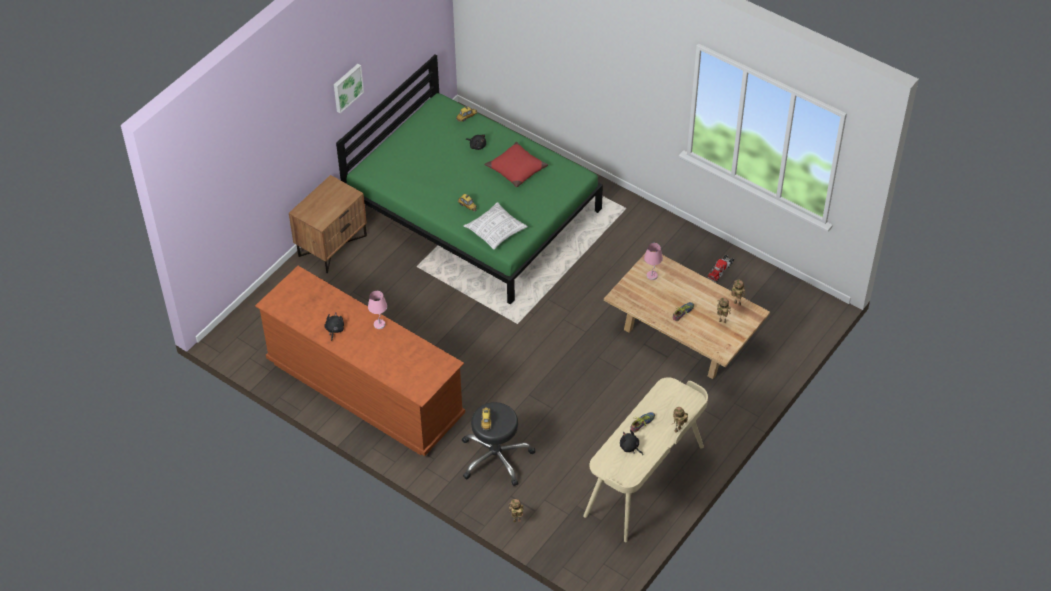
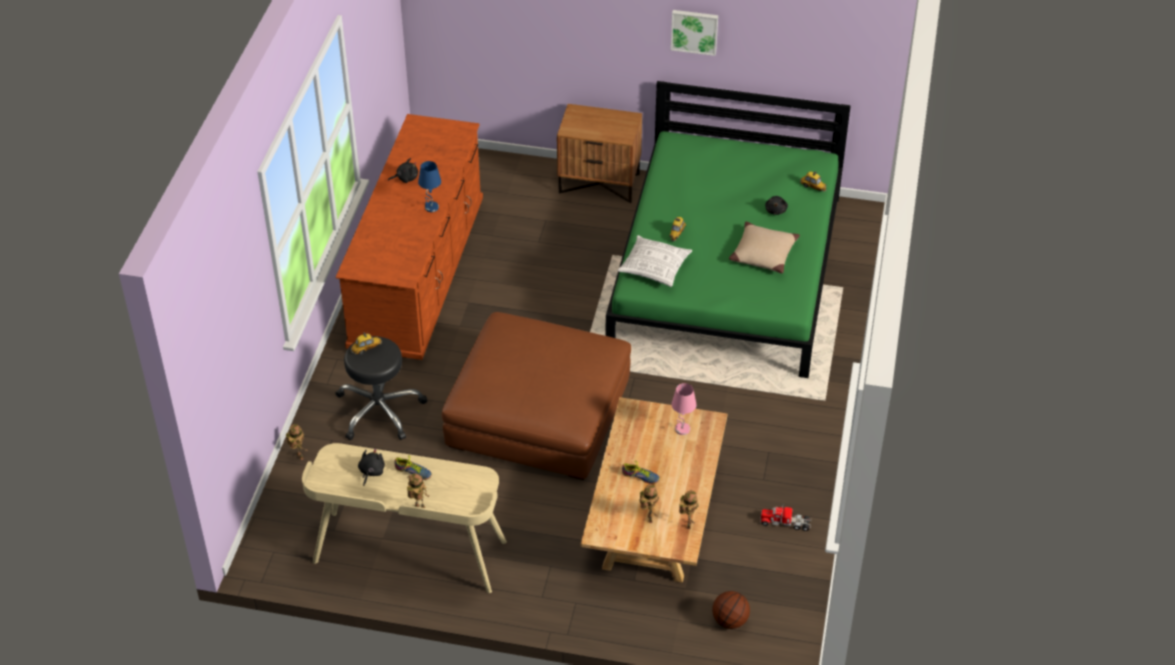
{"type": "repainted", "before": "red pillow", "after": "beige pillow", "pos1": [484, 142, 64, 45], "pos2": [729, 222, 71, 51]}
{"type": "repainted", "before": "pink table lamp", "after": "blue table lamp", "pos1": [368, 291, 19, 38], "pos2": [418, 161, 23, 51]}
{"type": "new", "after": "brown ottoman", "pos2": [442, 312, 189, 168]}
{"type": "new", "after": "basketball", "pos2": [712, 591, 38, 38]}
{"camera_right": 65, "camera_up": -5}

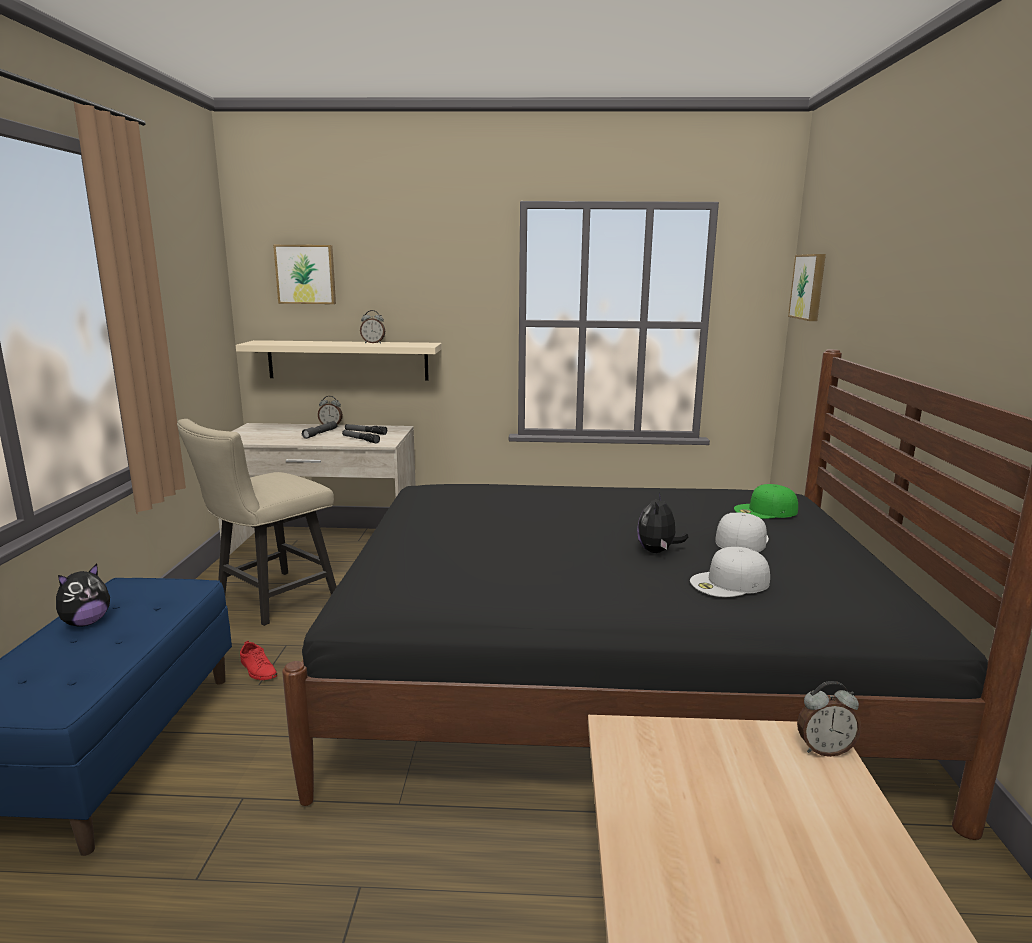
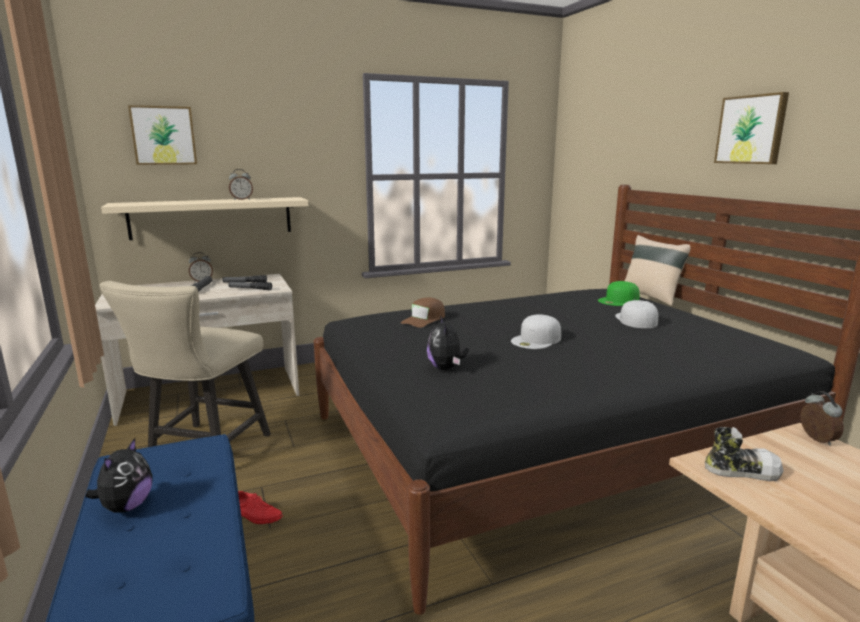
{"type": "shifted", "before": "picture", "pos1": [788, 254, 38, 67], "pos2": [714, 92, 75, 72]}
{"type": "shifted", "before": "plush toy", "pos1": [637, 492, 51, 61], "pos2": [427, 316, 42, 54]}
{"type": "shifted", "before": "white cap", "pos1": [690, 547, 80, 50], "pos2": [511, 314, 50, 35]}
{"type": "rotated", "before": "alarm clock", "pos1": [797, 681, 64, 76], "pos2": [800, 391, 44, 55], "turn": -75}
{"type": "new", "after": "beige pillow", "pos2": [625, 235, 65, 71]}
{"type": "new", "after": "brown cap", "pos2": [401, 298, 44, 30]}
{"type": "new", "after": "shoe", "pos2": [705, 427, 79, 54]}
{"camera_right": -25, "camera_up": 0}

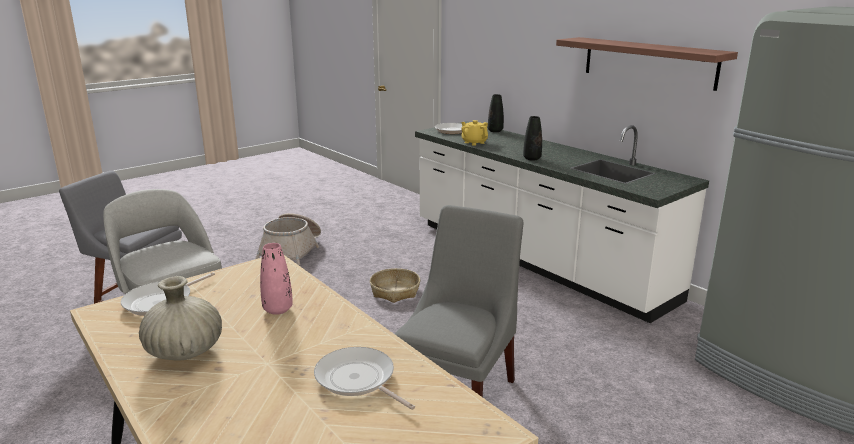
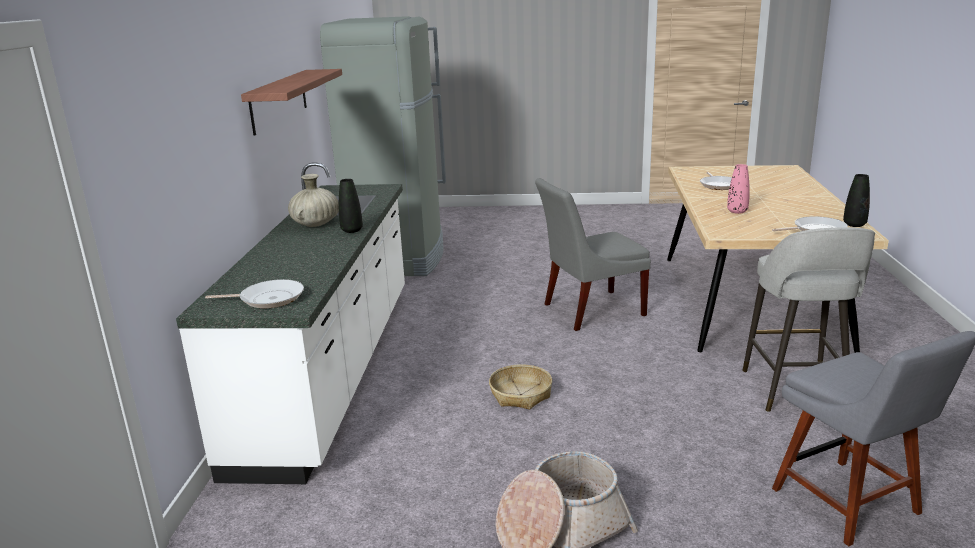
{"type": "shifted", "before": "black vase", "pos1": [488, 94, 16, 38], "pos2": [843, 174, 27, 53]}
{"type": "gone", "before": "yellow teapot", "pos1": [461, 120, 27, 26]}
{"type": "shifted", "before": "beige vase", "pos1": [139, 276, 83, 84], "pos2": [288, 174, 51, 53]}
{"camera_right": -135, "camera_up": 0}

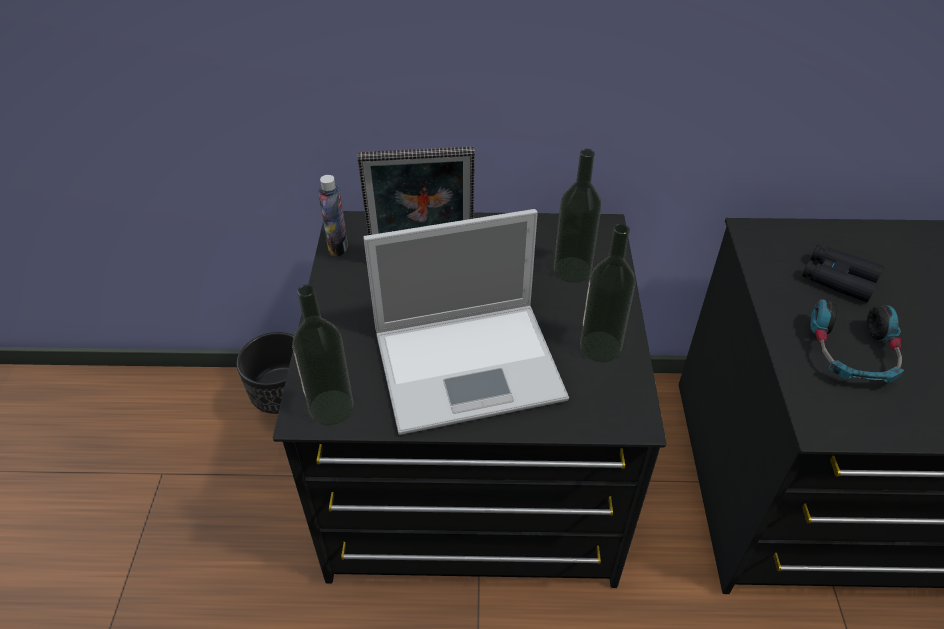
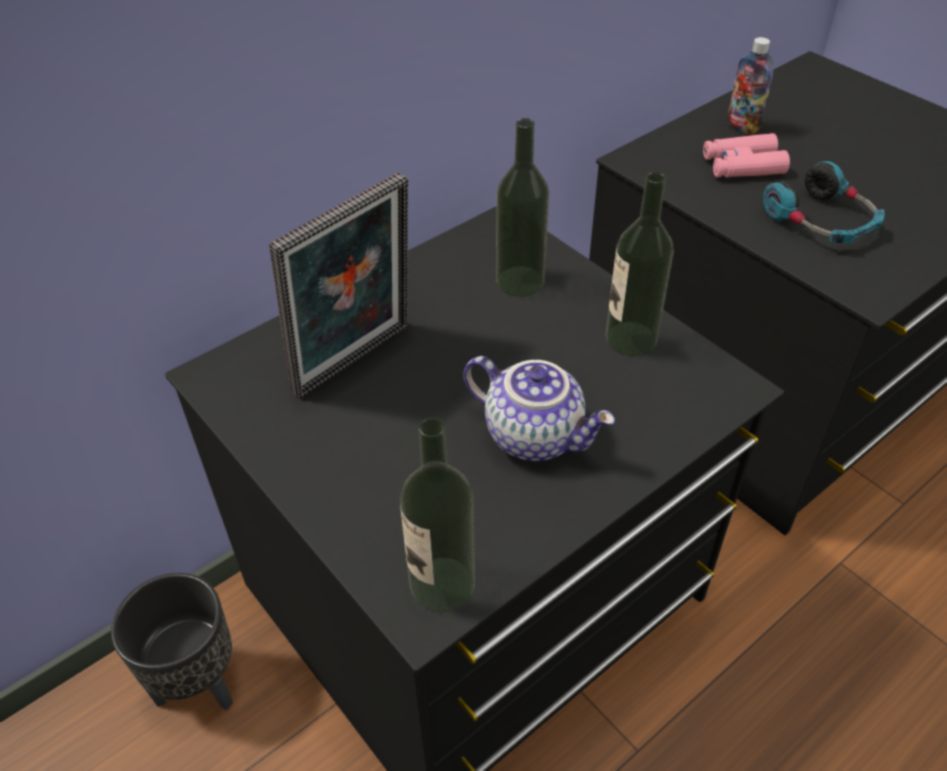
{"type": "shifted", "before": "bottle", "pos1": [318, 175, 30, 81], "pos2": [727, 37, 46, 97]}
{"type": "swapped", "before": "laptop", "after": "teapot", "pos1": [363, 209, 206, 226], "pos2": [463, 356, 152, 105]}
{"type": "repainted", "before": "black binoculars", "after": "pink binoculars", "pos1": [802, 245, 82, 57], "pos2": [703, 133, 87, 44]}
{"camera_right": -40, "camera_up": 0}

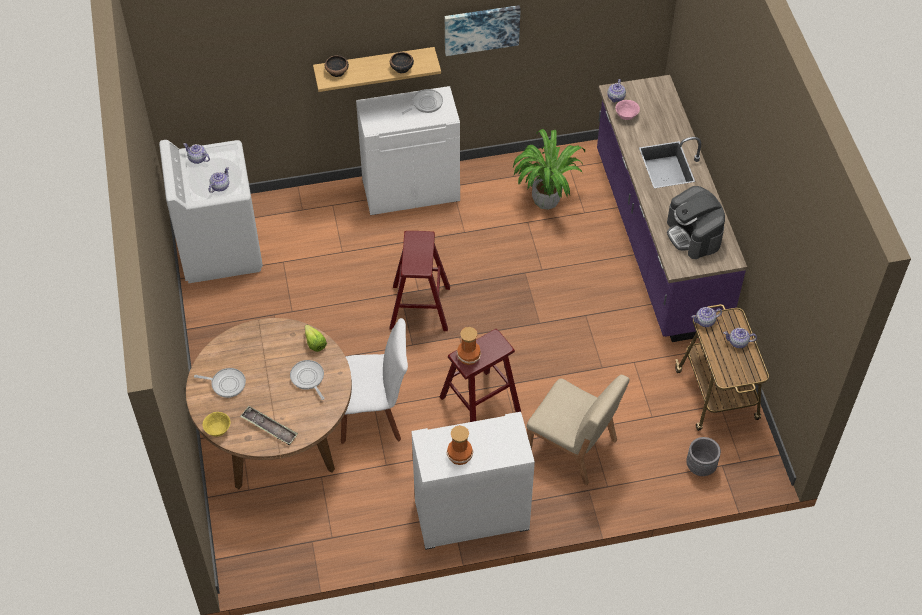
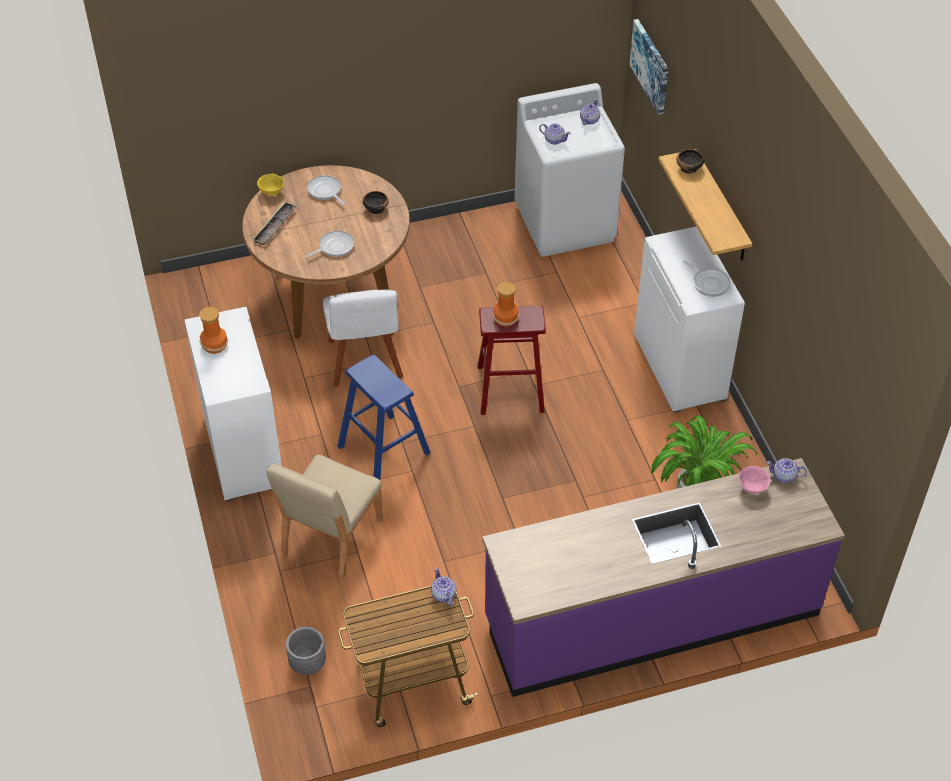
{"type": "shifted", "before": "picture", "pos1": [445, 5, 76, 51], "pos2": [629, 19, 40, 95]}
{"type": "shifted", "before": "bowl", "pos1": [390, 52, 24, 22], "pos2": [363, 191, 26, 23]}
{"type": "gone", "before": "coffee machine", "pos1": [667, 186, 58, 73]}
{"type": "gone", "before": "lettuce", "pos1": [305, 325, 22, 27]}
{"type": "shifted", "before": "vase", "pos1": [456, 327, 25, 38], "pos2": [492, 282, 27, 45]}
{"type": "gone", "before": "teapot", "pos1": [724, 328, 33, 20]}
{"type": "repainted", "before": "red stool", "after": "blue stool", "pos1": [440, 329, 81, 93], "pos2": [337, 355, 93, 125]}
{"type": "rotated", "before": "frying pan", "pos1": [194, 368, 52, 30], "pos2": [307, 175, 38, 30], "turn": 135}
{"camera_right": 85, "camera_up": -5}

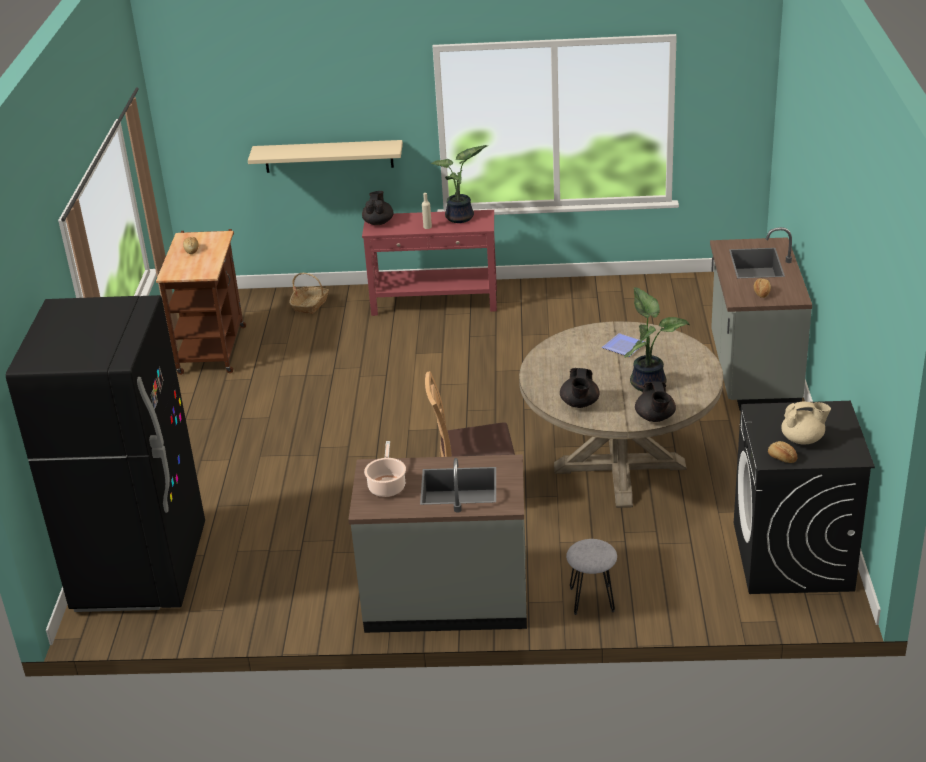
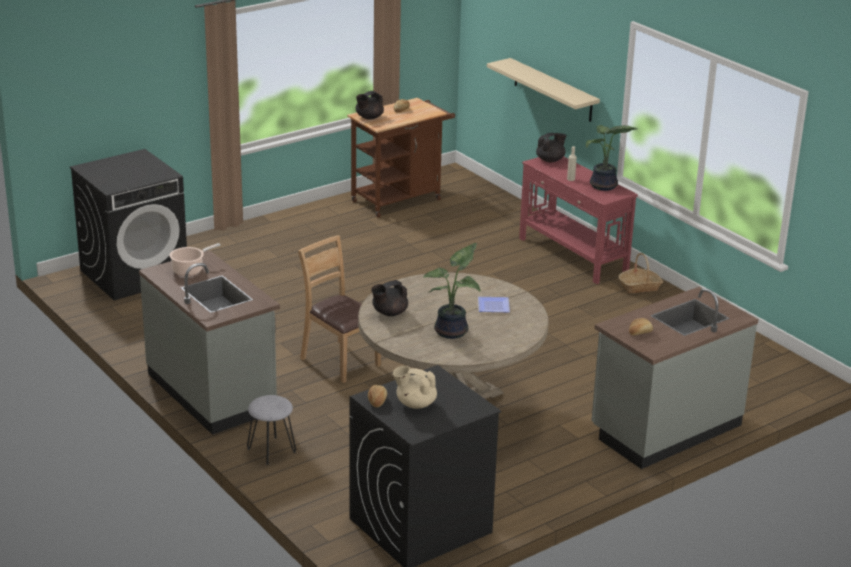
{"type": "shifted", "before": "basket", "pos1": [289, 273, 40, 41], "pos2": [618, 253, 45, 40]}
{"type": "swapped", "before": "black fridge", "after": "black washing machine", "pos1": [6, 295, 199, 317], "pos2": [70, 149, 117, 151]}
{"type": "shifted", "before": "black teapot", "pos1": [635, 381, 41, 41], "pos2": [356, 91, 28, 29]}
{"type": "rotated", "before": "beige teapot", "pos1": [781, 401, 50, 43], "pos2": [393, 366, 44, 43], "turn": 150}
{"camera_right": 50, "camera_up": -5}

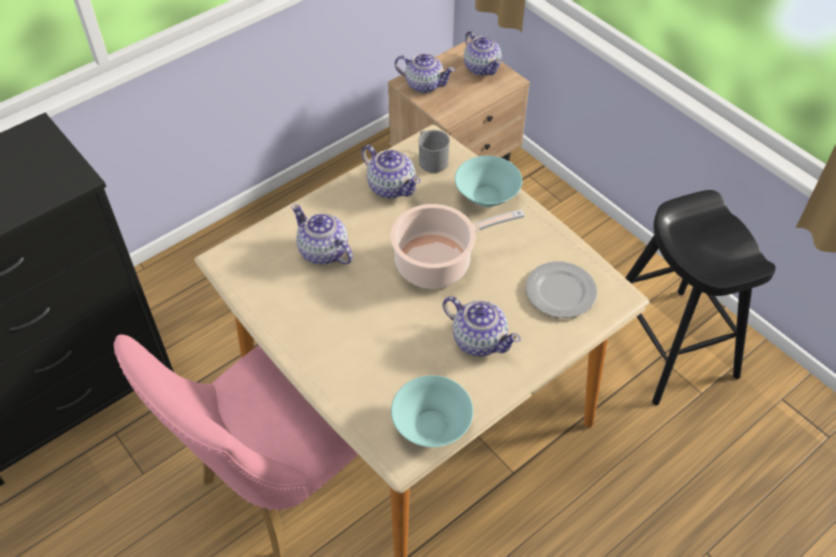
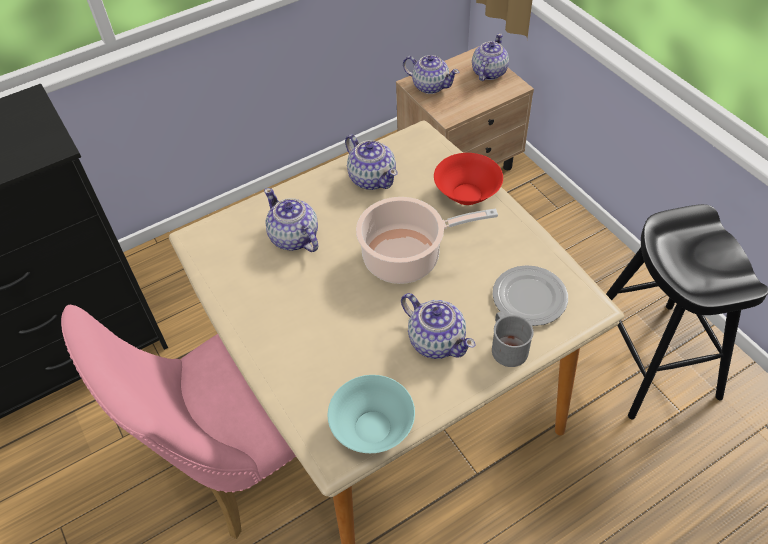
{"type": "rotated", "before": "teapot", "pos1": [464, 31, 38, 45], "pos2": [472, 33, 37, 48], "turn": -135}
{"type": "shifted", "before": "grey mug", "pos1": [418, 130, 32, 43], "pos2": [492, 312, 42, 55]}
{"type": "repainted", "before": "turquoise bowl", "after": "red bowl", "pos1": [455, 156, 67, 51], "pos2": [434, 153, 69, 52]}
{"camera_right": 10, "camera_up": 0}

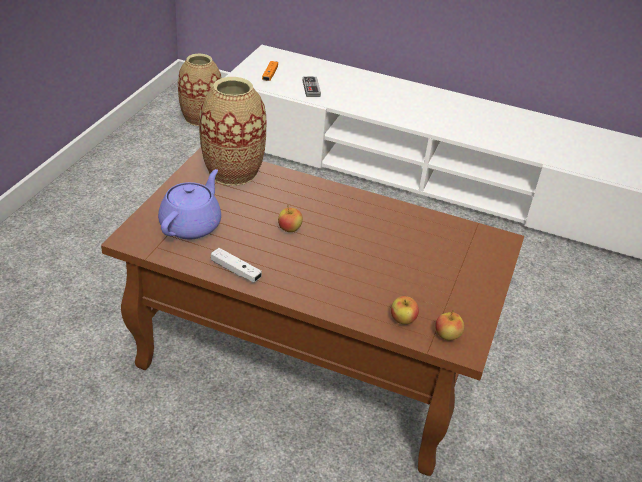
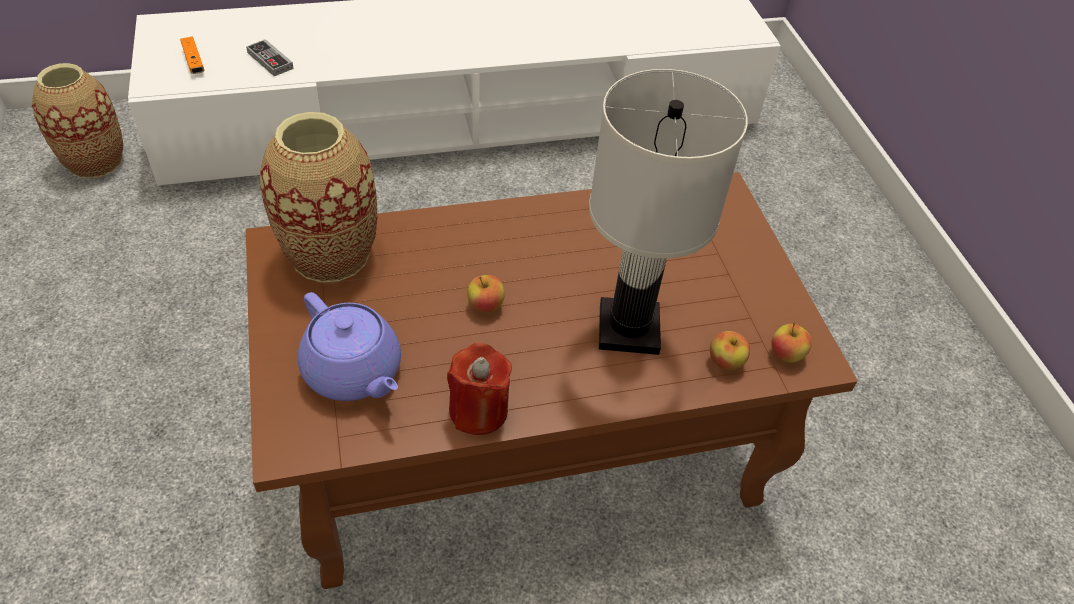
{"type": "rotated", "before": "purple teapot", "pos1": [158, 169, 63, 70], "pos2": [298, 292, 103, 109], "turn": 150}
{"type": "swapped", "before": "white game controller", "after": "red candle", "pos1": [211, 248, 51, 34], "pos2": [447, 343, 65, 92]}
{"type": "new", "after": "white table lamp", "pos2": [589, 69, 159, 286]}
{"camera_right": -35, "camera_up": 10}

